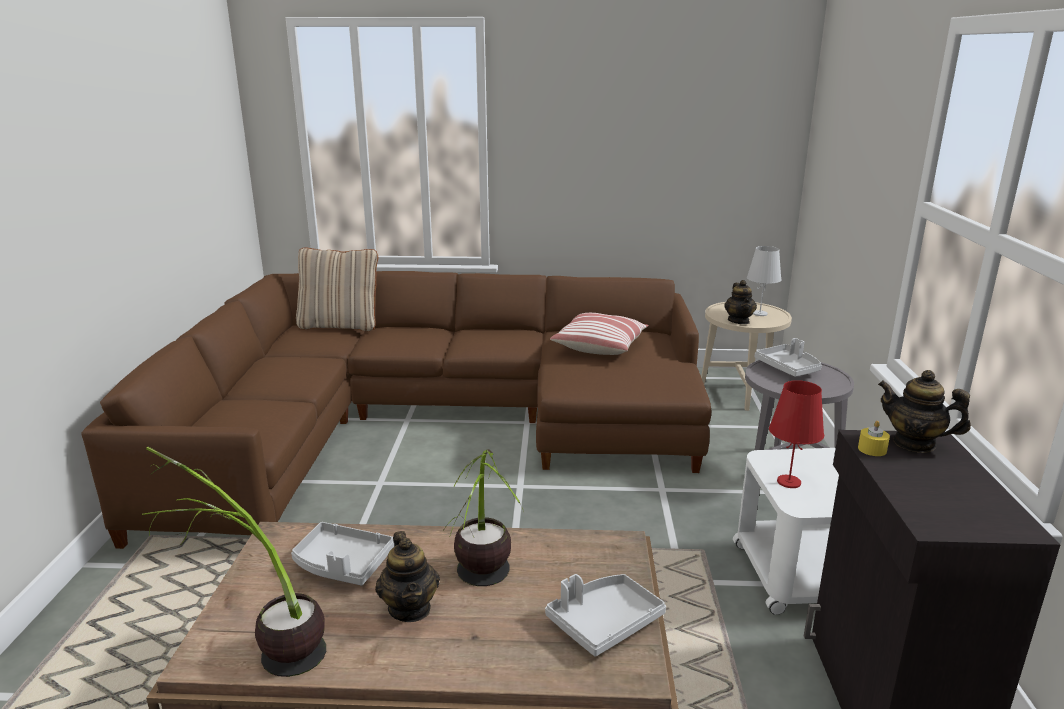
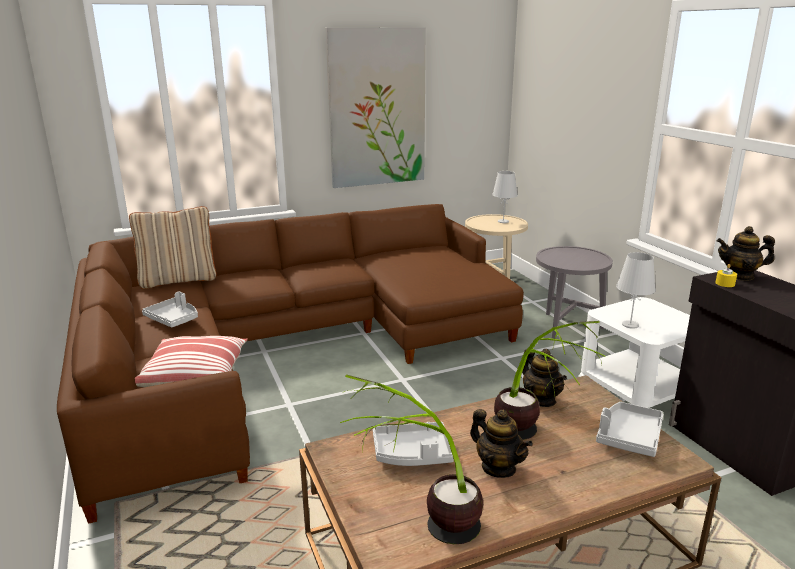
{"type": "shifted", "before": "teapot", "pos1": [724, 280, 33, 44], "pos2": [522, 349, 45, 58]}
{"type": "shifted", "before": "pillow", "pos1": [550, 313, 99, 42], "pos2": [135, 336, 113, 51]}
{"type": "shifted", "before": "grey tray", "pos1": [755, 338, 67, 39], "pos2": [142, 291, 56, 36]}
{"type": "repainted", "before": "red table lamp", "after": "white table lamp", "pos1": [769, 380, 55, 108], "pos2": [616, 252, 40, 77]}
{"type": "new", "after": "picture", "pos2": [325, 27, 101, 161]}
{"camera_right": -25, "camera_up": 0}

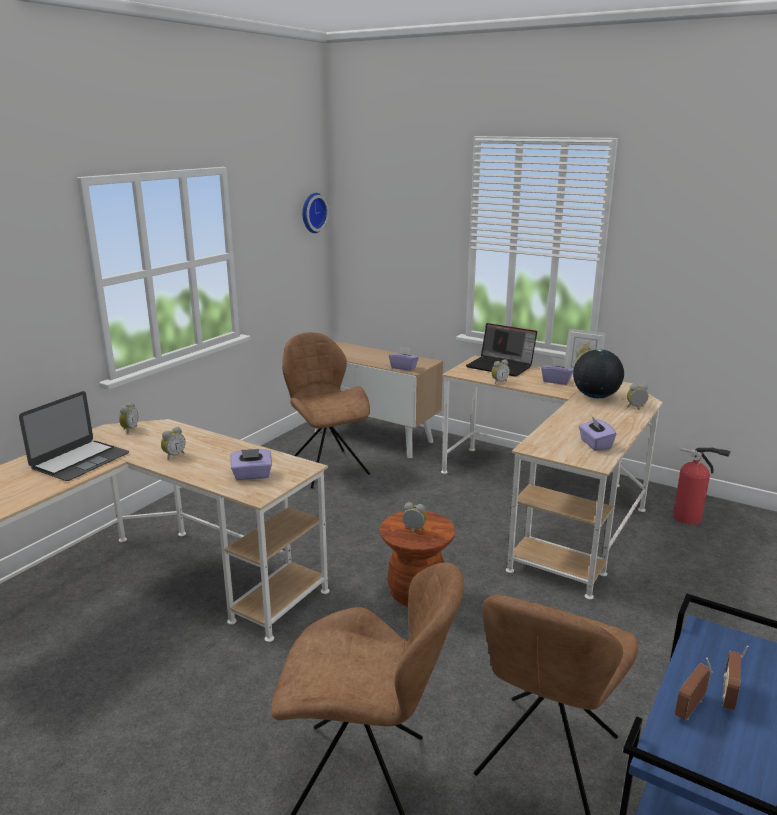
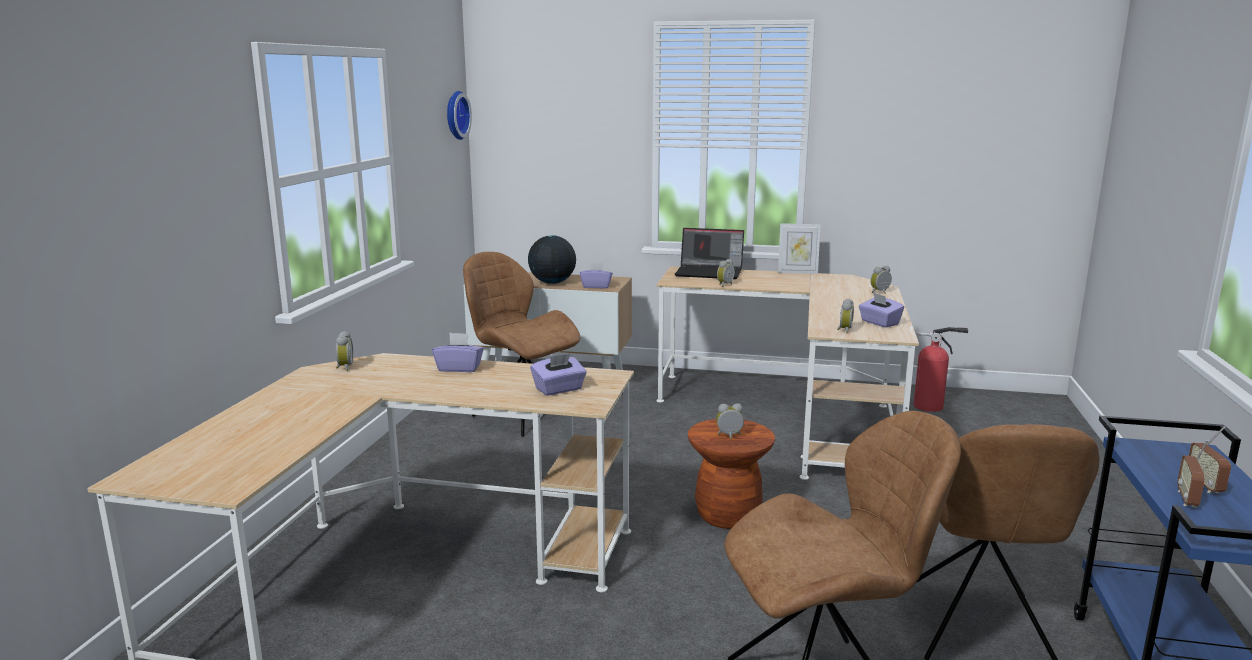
{"type": "shifted", "before": "globe", "pos1": [573, 349, 51, 49], "pos2": [528, 235, 48, 49]}
{"type": "shifted", "before": "purple tissue box", "pos1": [541, 358, 32, 27], "pos2": [432, 333, 52, 39]}
{"type": "gone", "before": "laptop", "pos1": [19, 391, 110, 90]}
{"type": "shifted", "before": "alarm clock", "pos1": [161, 427, 24, 33], "pos2": [837, 298, 17, 35]}
{"camera_right": -20, "camera_up": -5}

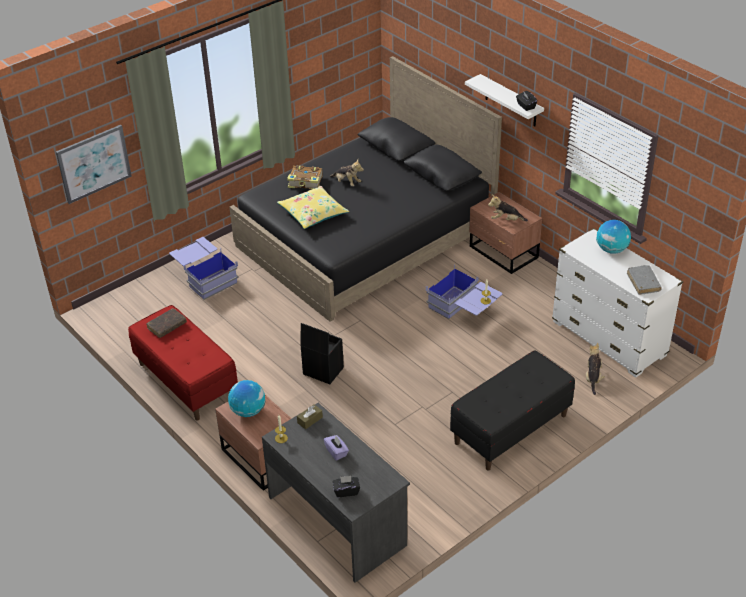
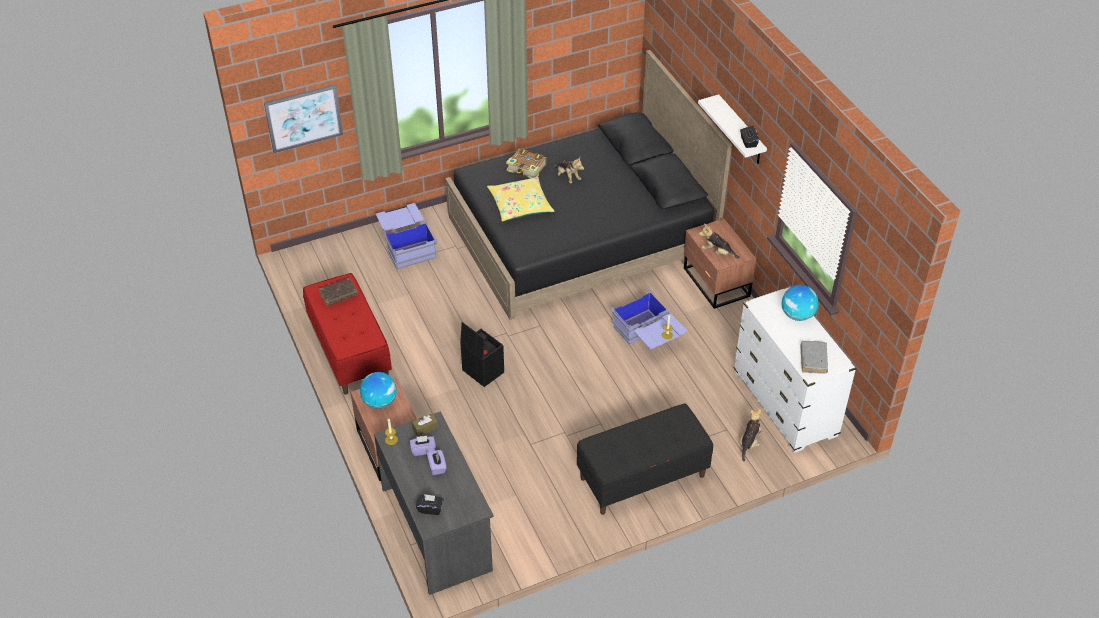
{"type": "new", "after": "purple tissue box", "pos2": [410, 436, 26, 20]}
{"camera_right": 15, "camera_up": 5}

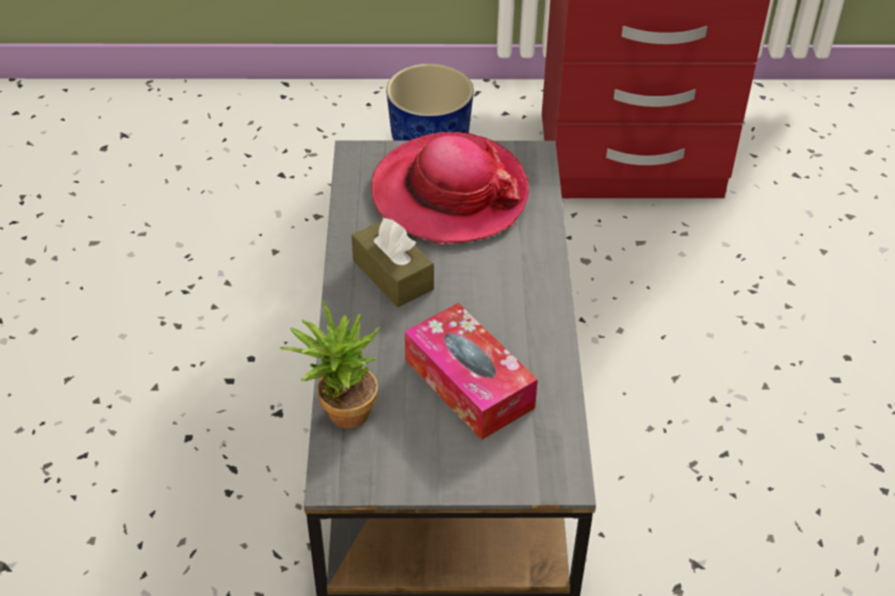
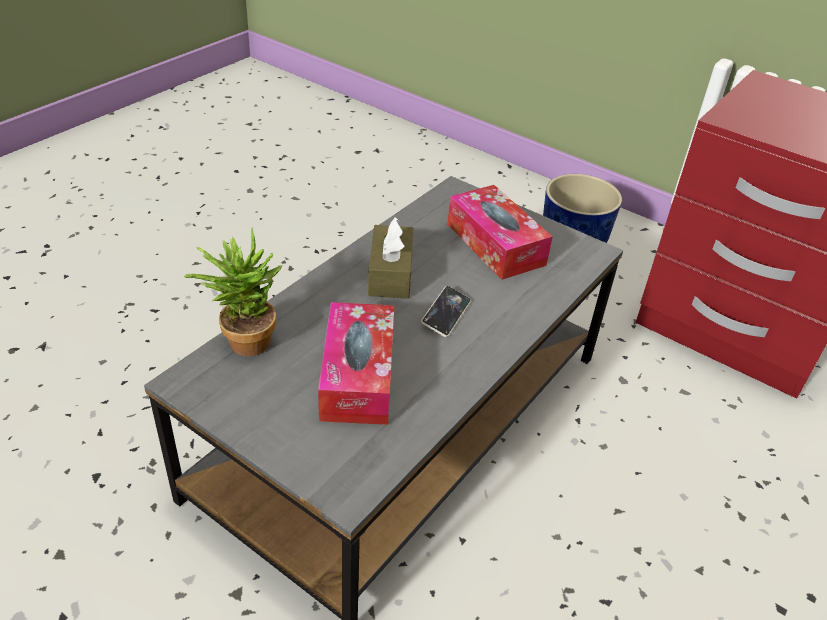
{"type": "swapped", "before": "hat", "after": "tissue box", "pos1": [371, 132, 158, 113], "pos2": [447, 185, 106, 95]}
{"type": "new", "after": "phone", "pos2": [421, 286, 50, 51]}
{"camera_right": 35, "camera_up": -5}

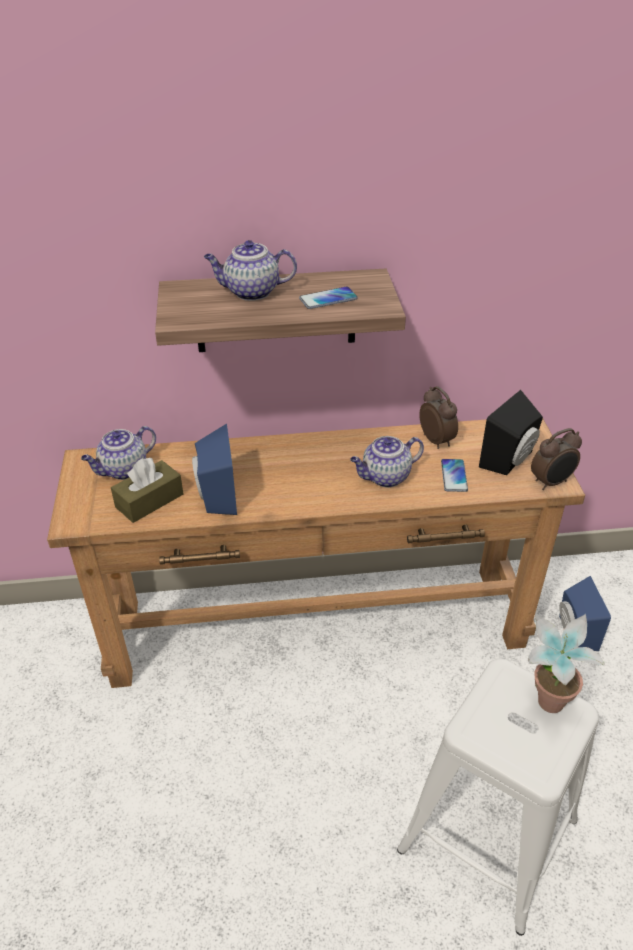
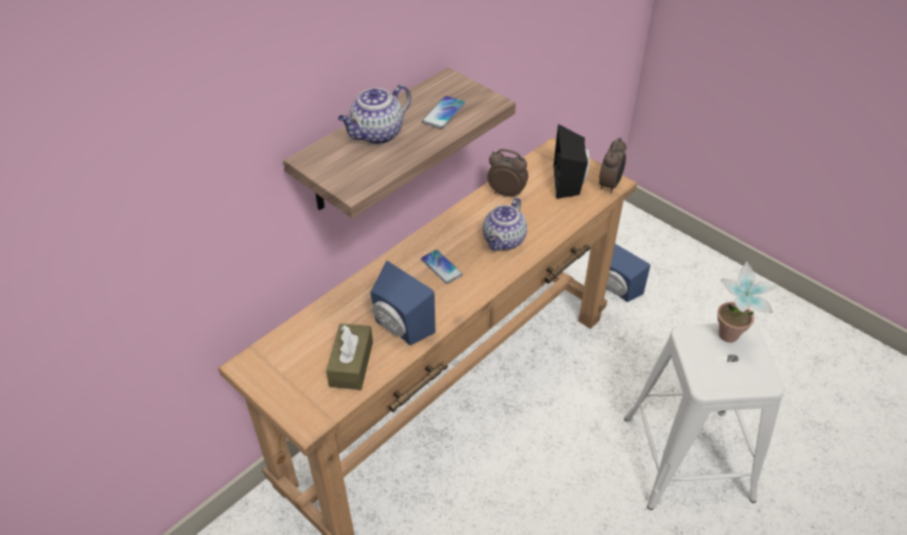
{"type": "gone", "before": "teapot", "pos1": [81, 426, 75, 54]}
{"type": "shifted", "before": "phone", "pos1": [441, 459, 27, 33], "pos2": [421, 250, 42, 34]}
{"camera_right": -40, "camera_up": 5}

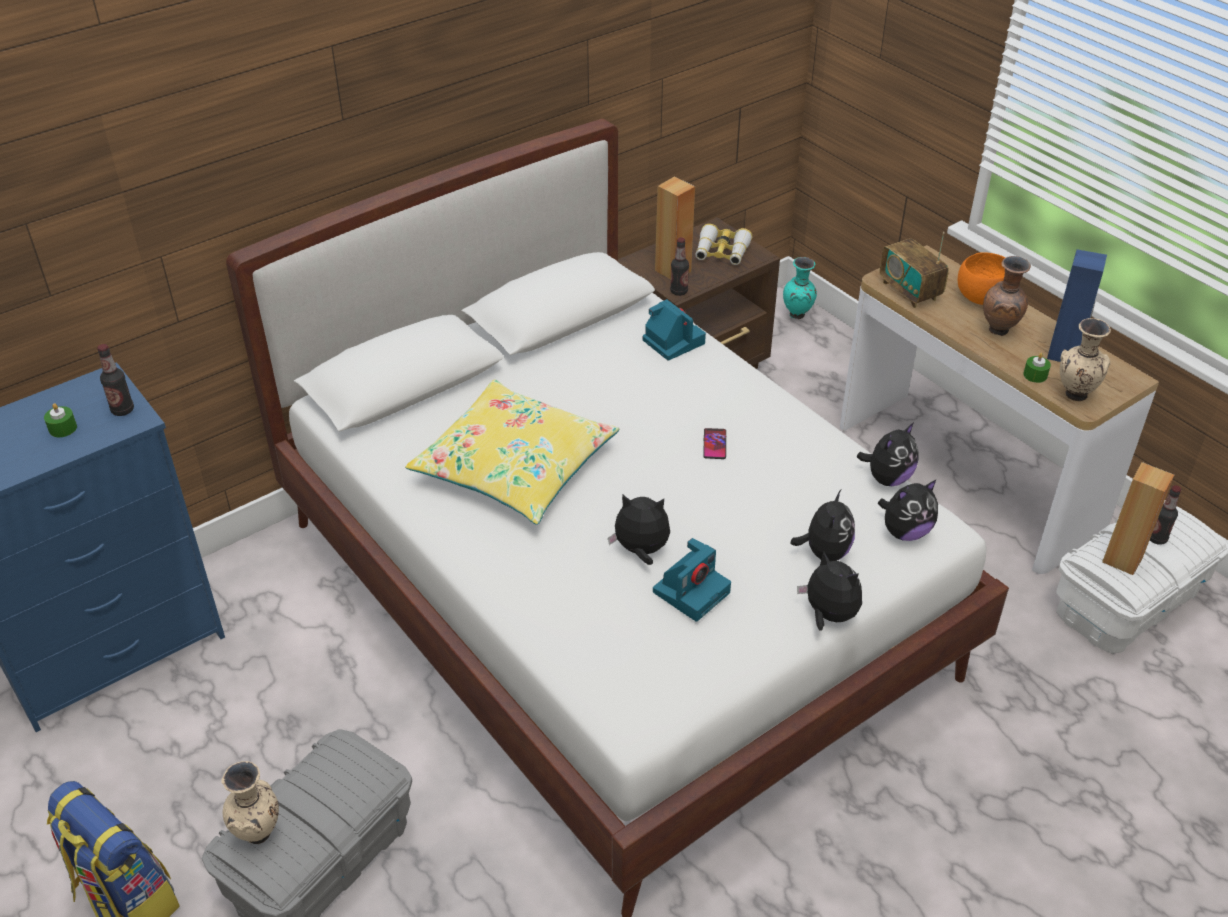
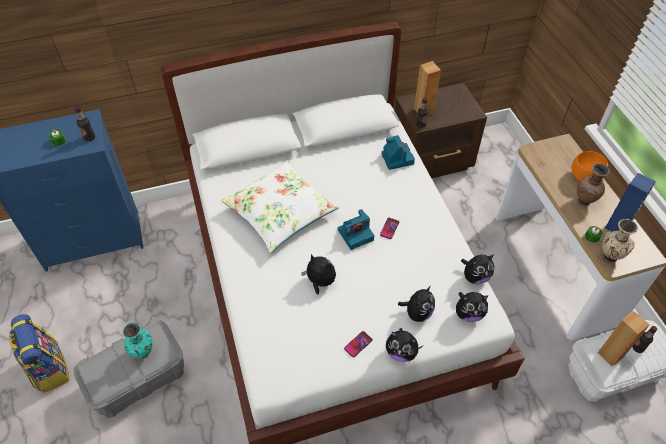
{"type": "gone", "before": "binoculars", "pos1": [695, 224, 57, 41]}
{"type": "gone", "before": "radio", "pos1": [880, 232, 69, 76]}
{"type": "shifted", "before": "turquoise vase", "pos1": [783, 257, 34, 62], "pos2": [122, 322, 30, 36]}
{"type": "repainted", "before": "yellow pillow", "after": "white pillow", "pos1": [405, 380, 214, 145], "pos2": [221, 160, 118, 93]}
{"type": "shifted", "before": "photo camera", "pos1": [653, 538, 78, 84], "pos2": [337, 209, 37, 41]}
{"type": "rotated", "before": "plush toy", "pos1": [797, 551, 65, 80], "pos2": [386, 328, 37, 34], "turn": 135}
{"type": "gone", "before": "beige vase", "pos1": [221, 761, 58, 83]}
{"type": "new", "after": "phone", "pos2": [344, 331, 29, 26]}
{"camera_right": 20, "camera_up": 10}

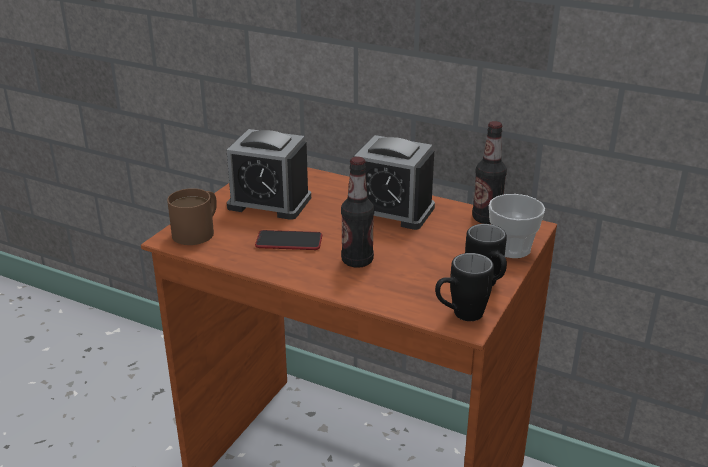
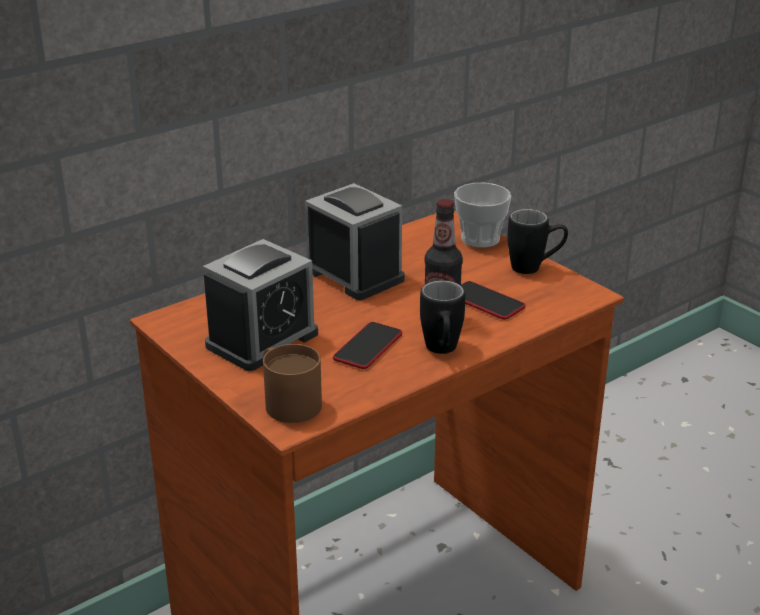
{"type": "gone", "before": "bottle", "pos1": [472, 121, 35, 103]}
{"type": "rotated", "before": "alarm clock", "pos1": [354, 135, 81, 95], "pos2": [305, 183, 100, 117], "turn": -90}
{"type": "shifted", "before": "black mug", "pos1": [435, 253, 59, 68], "pos2": [420, 280, 45, 74]}
{"type": "new", "after": "phone", "pos2": [461, 281, 64, 39]}
{"camera_right": -65, "camera_up": 0}

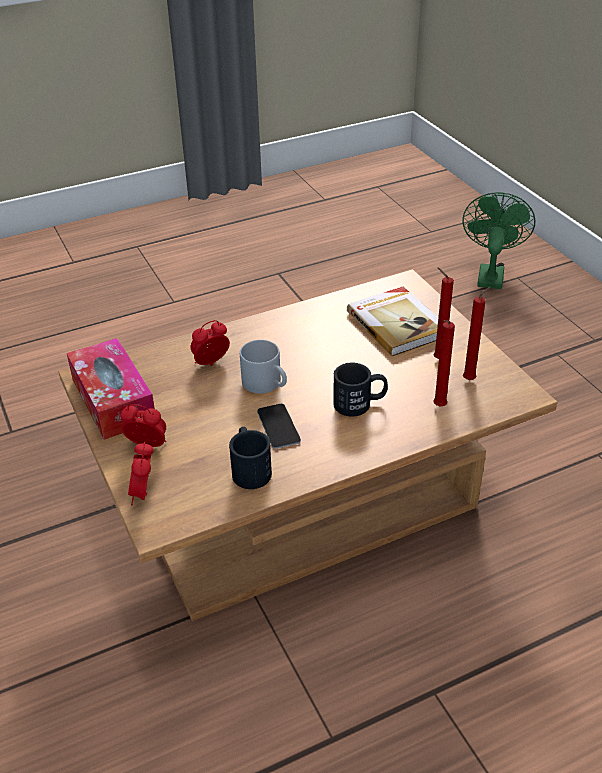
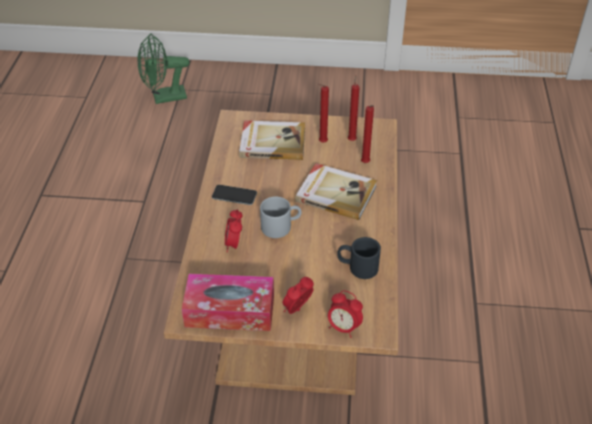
{"type": "rotated", "before": "green fan", "pos1": [462, 192, 73, 97], "pos2": [138, 33, 52, 71], "turn": -60}
{"type": "swapped", "before": "black mug", "after": "book", "pos1": [333, 363, 55, 54], "pos2": [295, 163, 82, 57]}
{"type": "shifted", "before": "phone", "pos1": [257, 404, 44, 45], "pos2": [212, 185, 45, 20]}
{"camera_right": -60, "camera_up": 5}

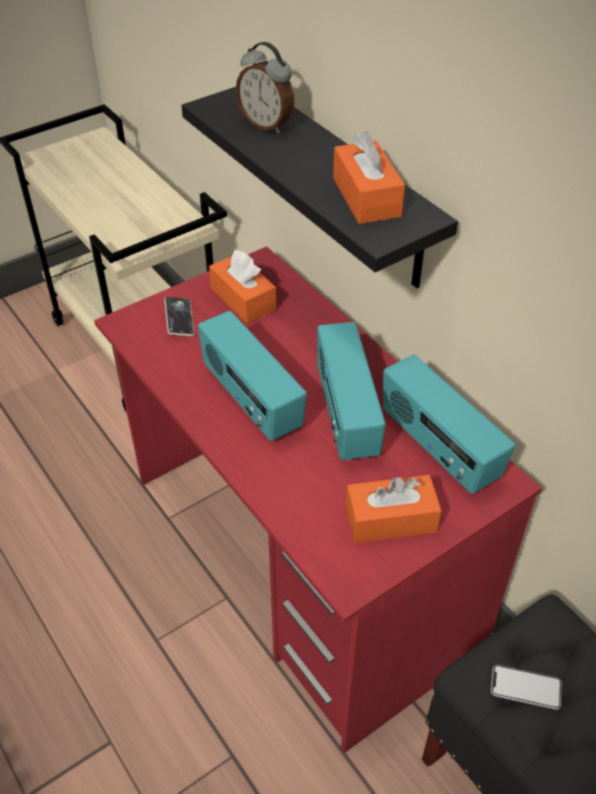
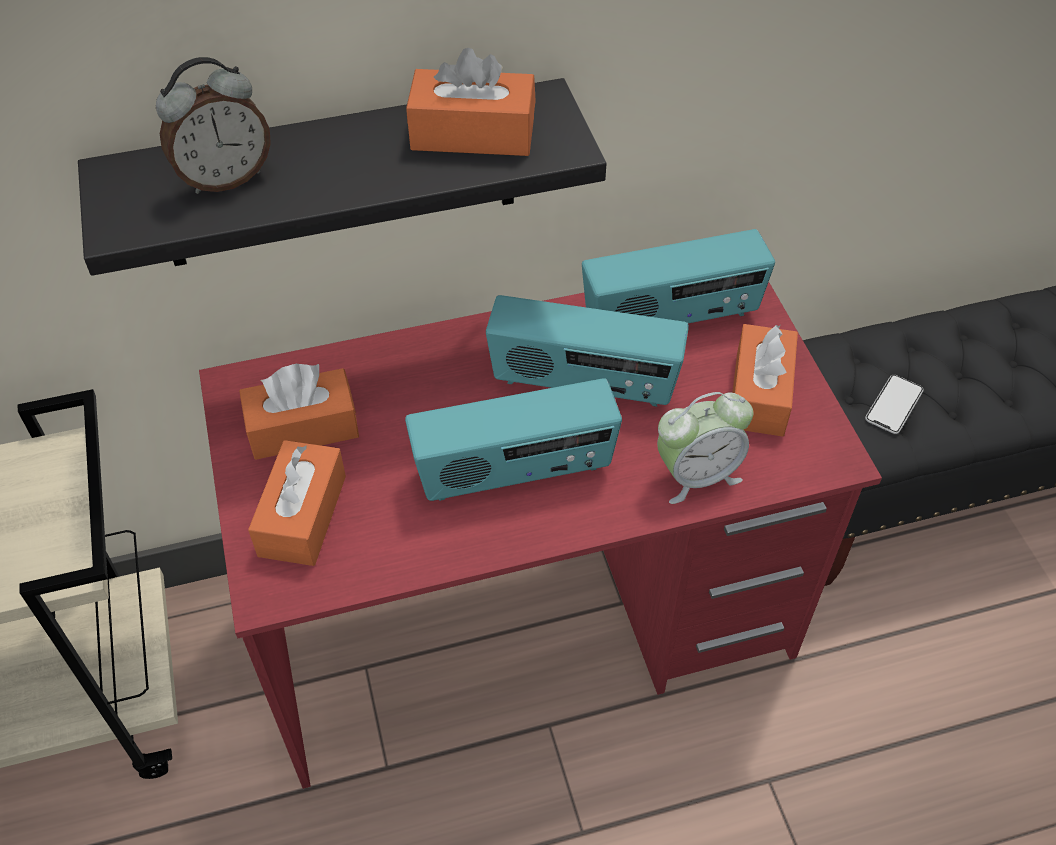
{"type": "swapped", "before": "phone", "after": "orange tissue box", "pos1": [164, 297, 30, 39], "pos2": [248, 440, 98, 126]}
{"type": "new", "after": "alarm clock", "pos2": [657, 392, 96, 112]}
{"camera_right": -70, "camera_up": 5}

